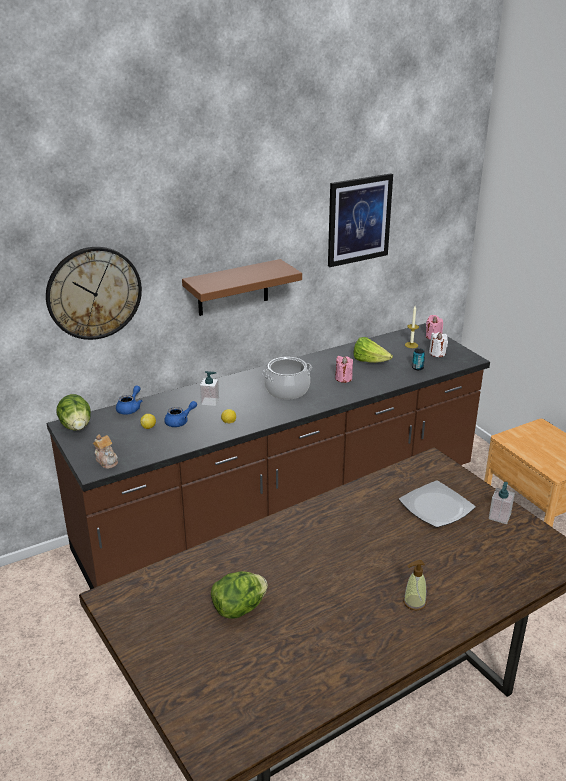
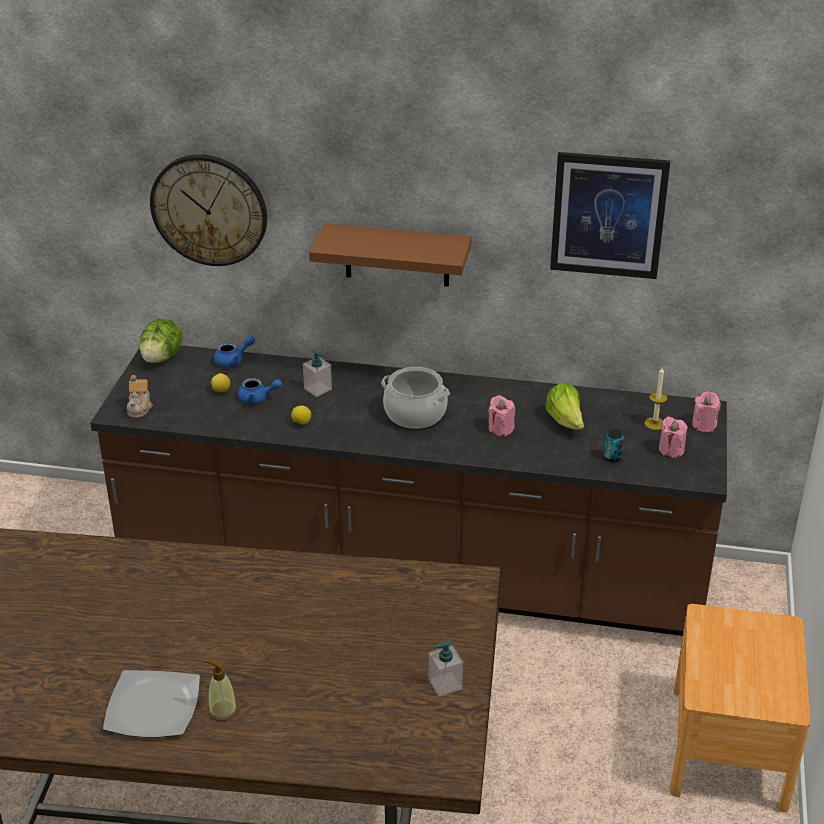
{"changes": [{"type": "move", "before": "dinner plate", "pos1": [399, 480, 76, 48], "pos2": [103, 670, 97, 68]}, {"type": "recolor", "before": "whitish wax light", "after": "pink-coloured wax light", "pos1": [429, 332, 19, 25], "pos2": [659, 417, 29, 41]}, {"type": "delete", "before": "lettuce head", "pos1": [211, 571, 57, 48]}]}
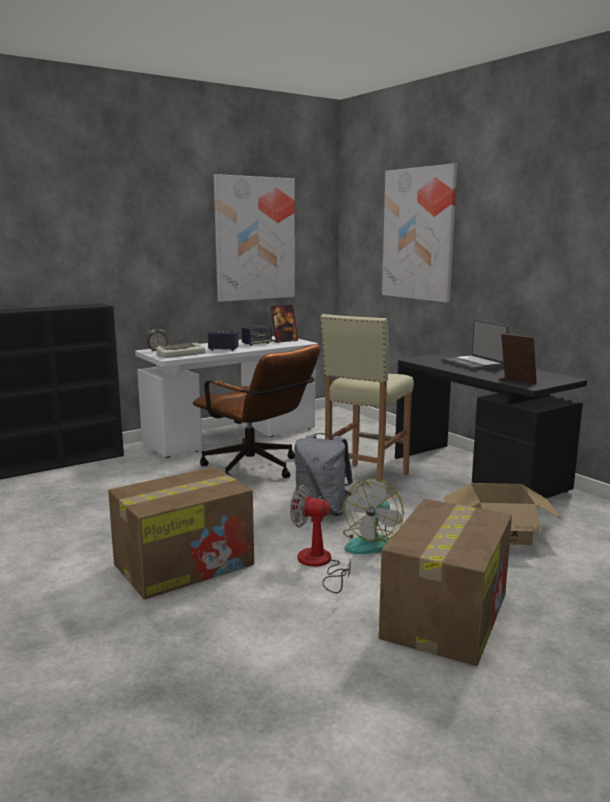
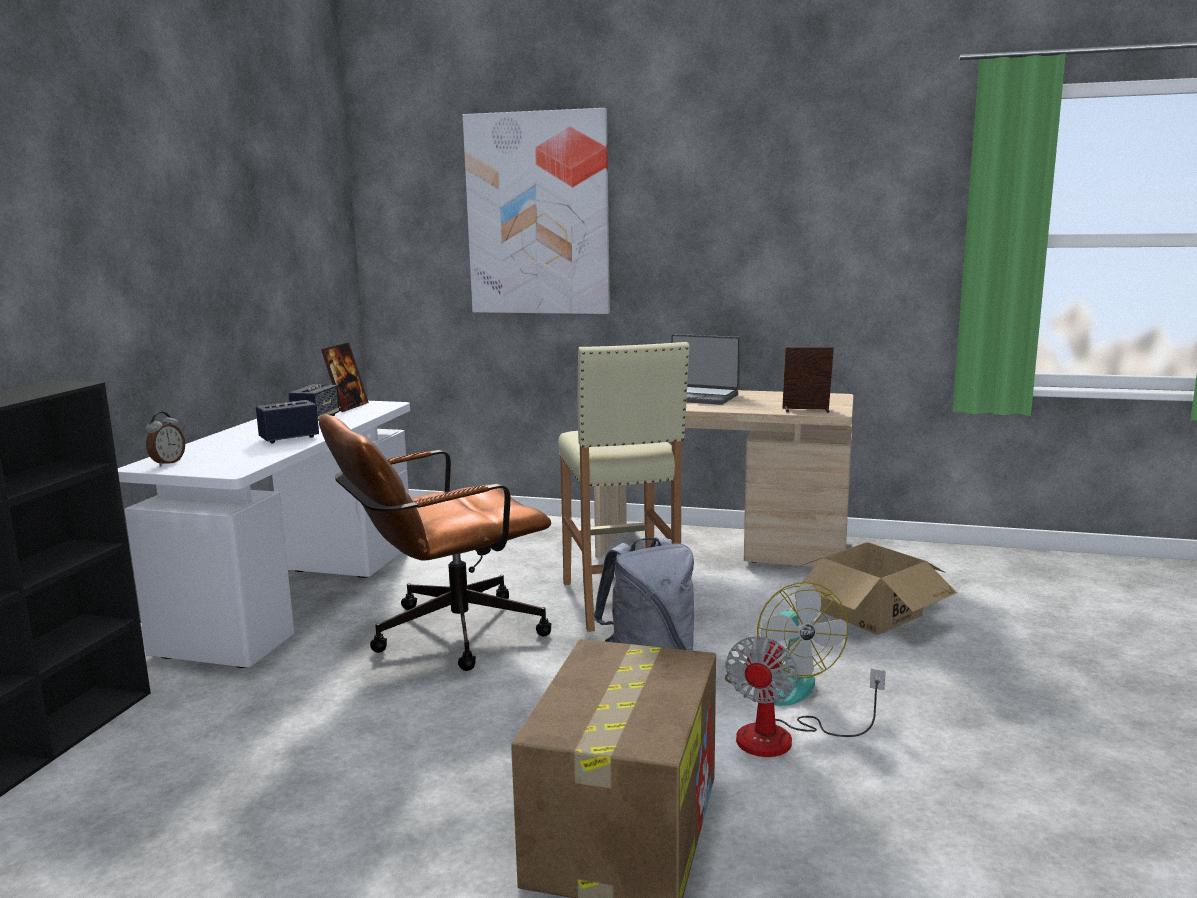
{"changes": [{"type": "rotate", "before": "brownish office chair", "pos1": [193, 345, 127, 133], "pos2": [319, 414, 232, 257], "turn": 150}, {"type": "recolor", "before": "blackish desk", "after": "beige-coloured desk", "pos1": [395, 352, 192, 147], "pos2": [594, 390, 260, 177]}, {"type": "rotate", "before": "cooling fan", "pos1": [290, 485, 61, 108], "pos2": [726, 636, 159, 121], "turn": -45}, {"type": "delete", "before": "computer keyboard", "pos1": [156, 343, 49, 15]}, {"type": "delete", "before": "picture", "pos1": [214, 174, 81, 128]}, {"type": "delete", "before": "cardboard box", "pos1": [379, 499, 133, 167]}]}
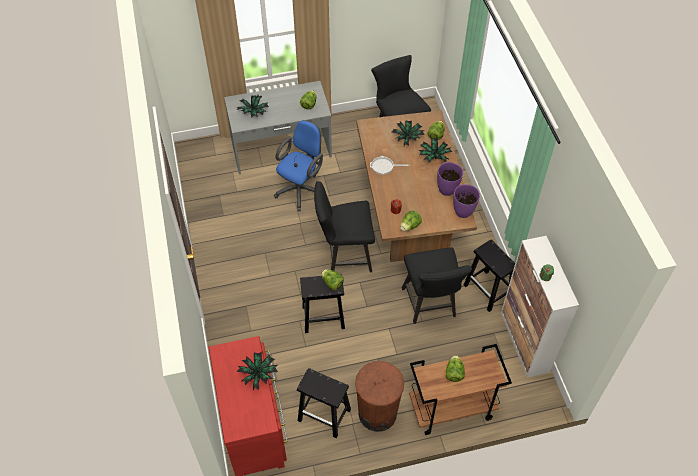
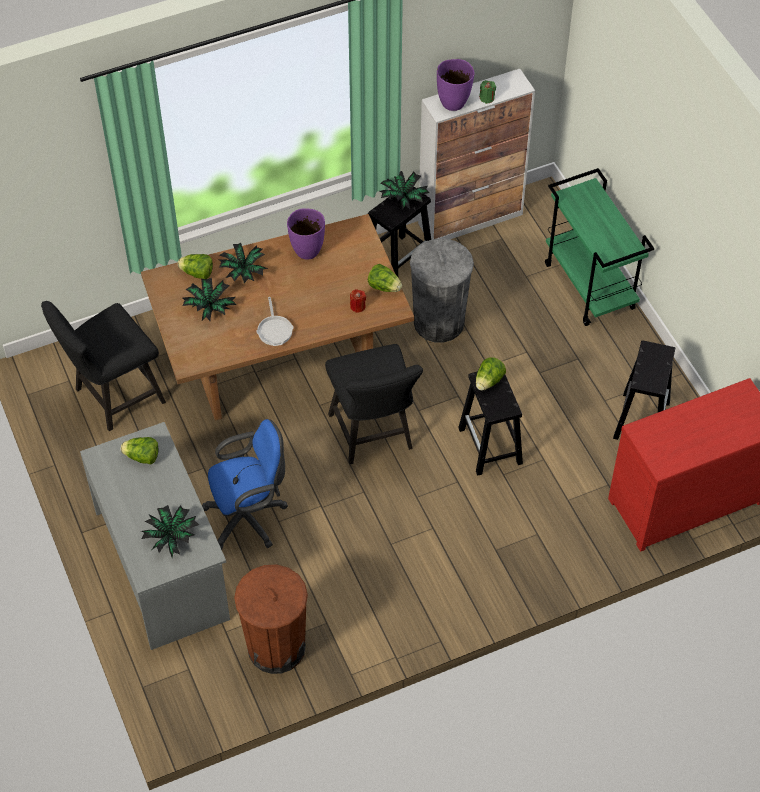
{"changes": [{"type": "rotate", "before": "blue-coloured office chair", "pos1": [274, 120, 49, 91], "pos2": [202, 419, 86, 131], "turn": 135}, {"type": "move", "before": "brownish trash can", "pos1": [355, 361, 49, 71], "pos2": [234, 565, 74, 109]}, {"type": "move", "before": "plant in a pot", "pos1": [237, 352, 41, 39], "pos2": [380, 171, 50, 39]}, {"type": "replace", "before": "blackish upright chair", "after": "gray trash can", "pos1": [402, 248, 70, 76], "pos2": [410, 239, 64, 103]}, {"type": "move", "before": "purplish decorative vase", "pos1": [453, 184, 27, 34], "pos2": [437, 59, 38, 52]}, {"type": "recolor", "before": "brownish wheeled cart", "after": "greenish wheeled cart", "pos1": [409, 344, 103, 91], "pos2": [545, 168, 109, 158]}, {"type": "delete", "before": "lettuce head", "pos1": [446, 355, 19, 27]}]}
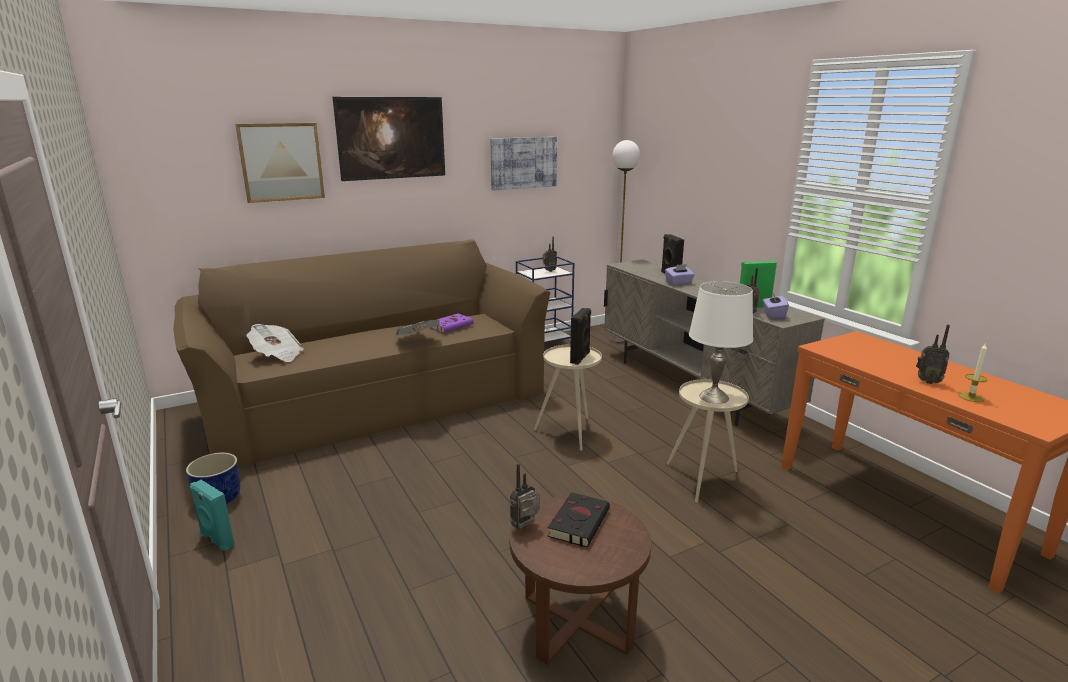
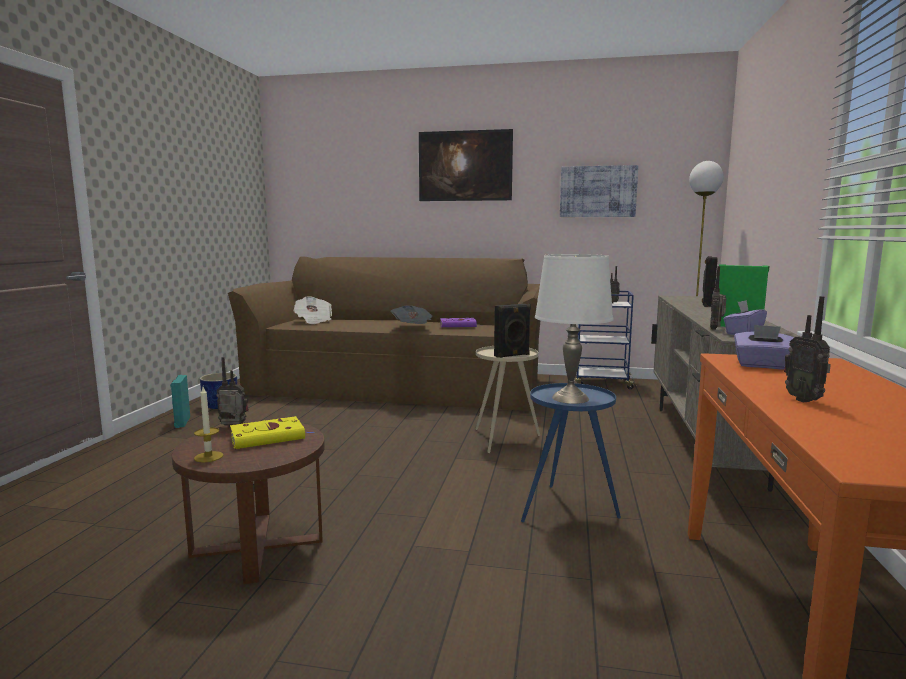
{"changes": [{"type": "move", "before": "wax light", "pos1": [958, 343, 30, 59], "pos2": [194, 387, 29, 76]}, {"type": "recolor", "before": "blackish book", "after": "yellow-coloured book", "pos1": [548, 492, 62, 55], "pos2": [230, 416, 84, 33]}, {"type": "recolor", "before": "beige-coloured end table", "after": "blue-coloured end table", "pos1": [667, 379, 82, 123], "pos2": [521, 383, 100, 139]}, {"type": "move", "before": "purplish tissue box", "pos1": [665, 264, 30, 21], "pos2": [734, 325, 60, 44]}, {"type": "delete", "before": "picture", "pos1": [235, 123, 90, 80]}]}
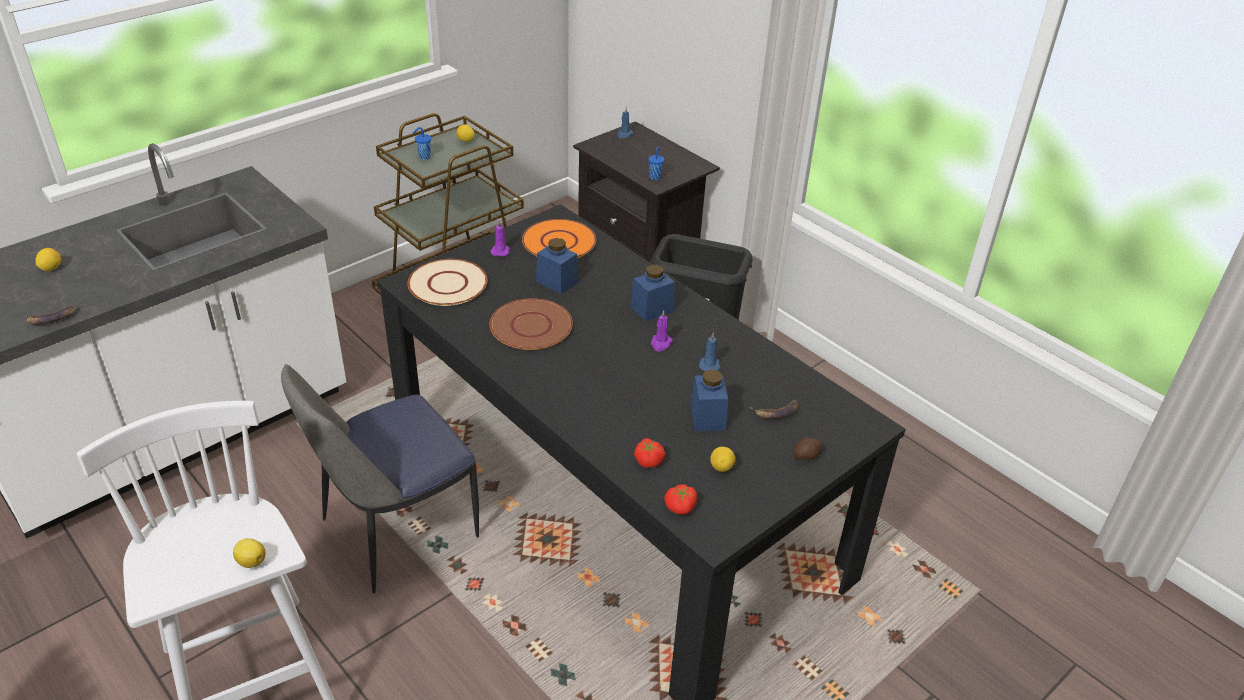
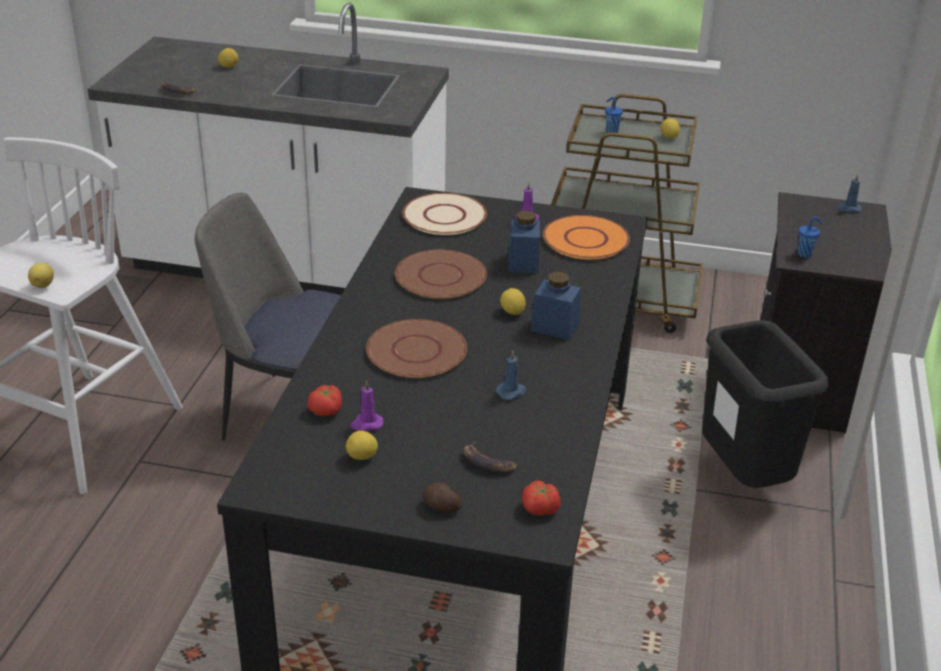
{"changes": [{"type": "move", "before": "purplish wax light", "pos1": [651, 310, 22, 41], "pos2": [350, 380, 33, 51]}, {"type": "insert", "after": "brownish dinner plate", "pos2": [366, 319, 101, 59]}, {"type": "insert", "after": "citrus fruit", "pos2": [500, 288, 26, 27]}, {"type": "move", "before": "whole tomato", "pos1": [664, 484, 33, 31], "pos2": [522, 480, 39, 36]}, {"type": "delete", "before": "blue-coloured jar", "pos1": [691, 369, 37, 62]}]}
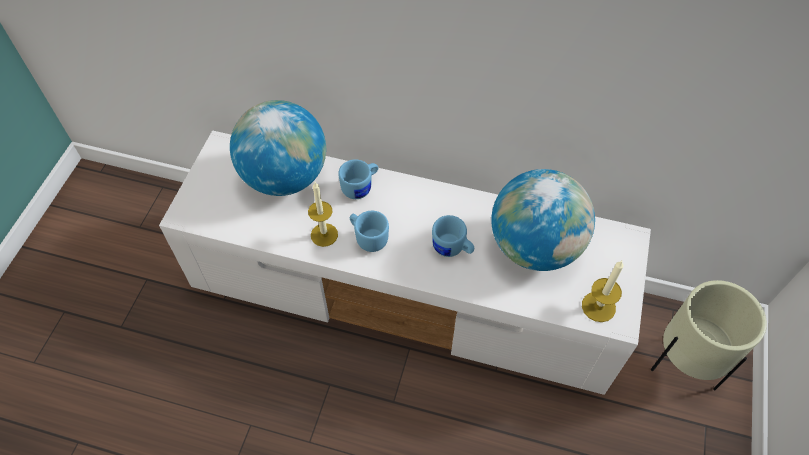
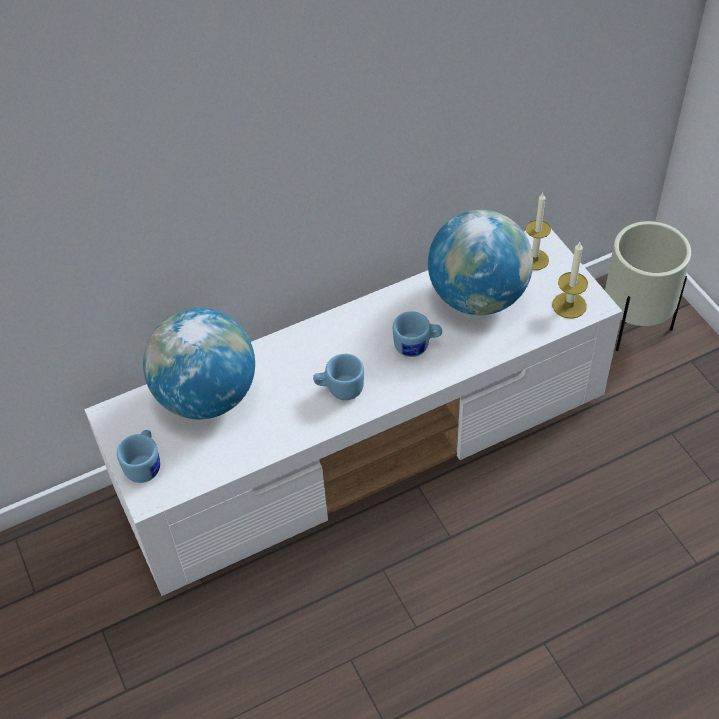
{"changes": [{"type": "move", "before": "blue-coloured mug", "pos1": [338, 159, 40, 40], "pos2": [117, 430, 43, 53]}, {"type": "move", "before": "wax light", "pos1": [308, 182, 30, 65], "pos2": [526, 193, 25, 77]}]}
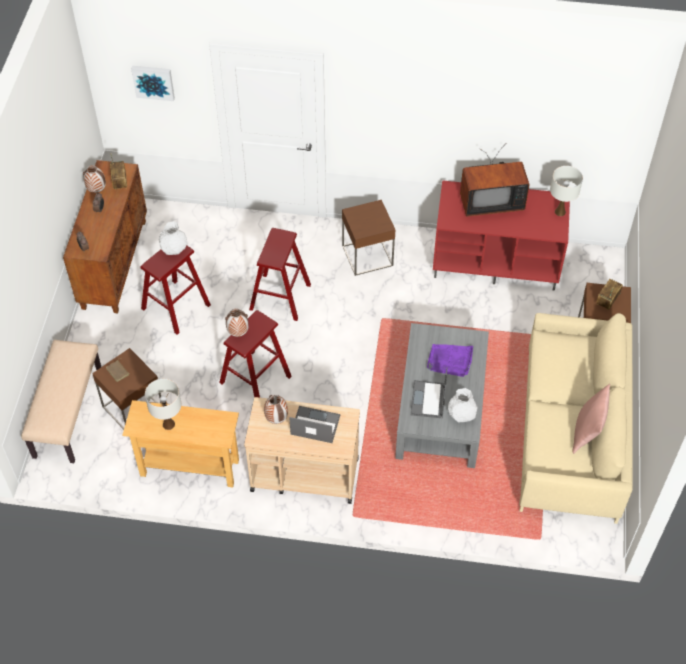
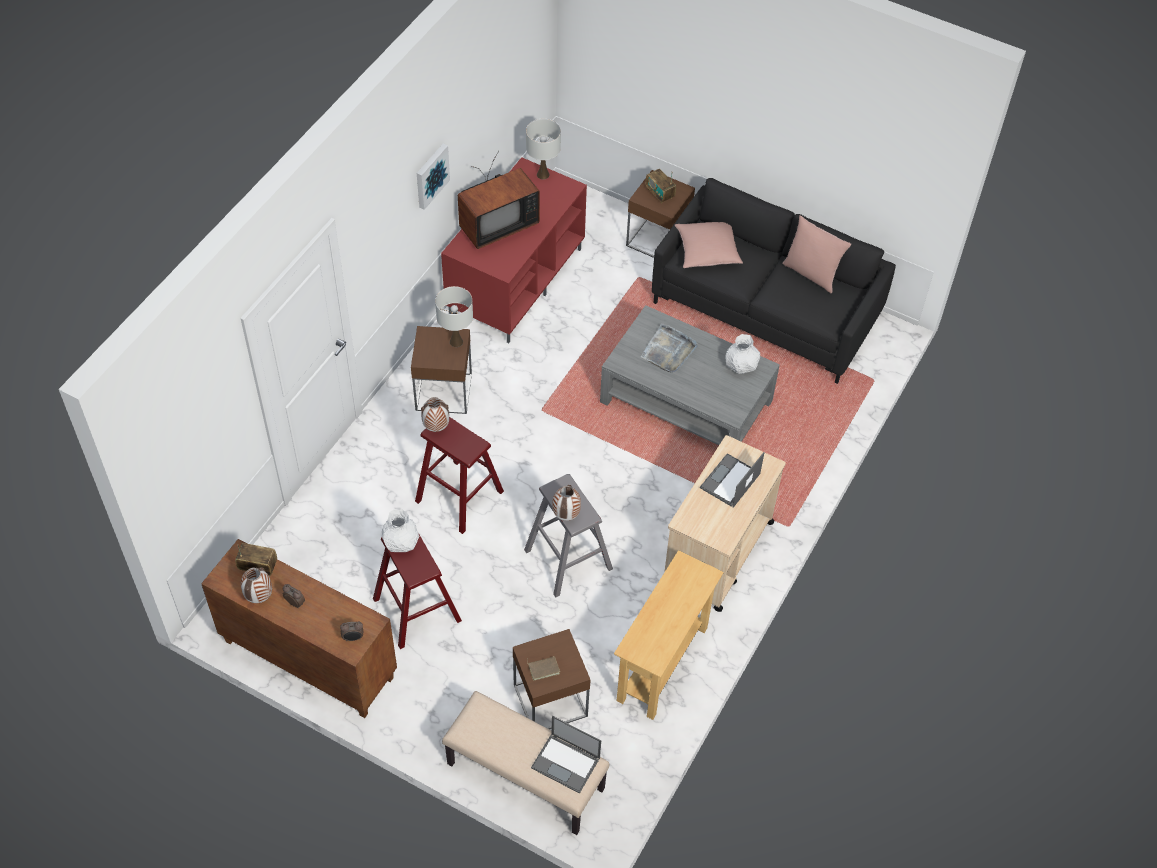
{"changes": [{"type": "move", "before": "picture", "pos1": [131, 66, 44, 35], "pos2": [417, 144, 33, 66]}, {"type": "move", "before": "decorative vase", "pos1": [264, 395, 24, 29], "pos2": [421, 397, 28, 35]}, {"type": "move", "before": "whitish lamp for a table", "pos1": [145, 379, 36, 51], "pos2": [435, 286, 38, 61]}, {"type": "rotate", "before": "TV set", "pos1": [460, 146, 69, 71], "pos2": [458, 151, 82, 98], "turn": 45}, {"type": "recolor", "before": "reddish stool seat", "after": "gray stool seat", "pos1": [219, 310, 73, 88], "pos2": [524, 474, 89, 123]}, {"type": "move", "before": "notebook computer", "pos1": [410, 368, 37, 50], "pos2": [531, 716, 70, 78]}, {"type": "recolor", "before": "purplish serving tray", "after": "gray serving tray", "pos1": [427, 344, 46, 33], "pos2": [641, 323, 56, 50]}, {"type": "recolor", "before": "beige-coloured couch", "after": "blackish couch", "pos1": [519, 313, 113, 211], "pos2": [652, 178, 244, 206]}, {"type": "insert", "after": "pink-coloured throw pillow", "pos2": [675, 222, 68, 46]}]}
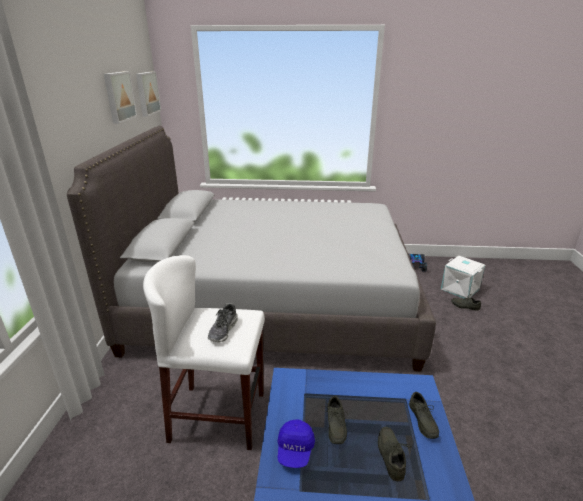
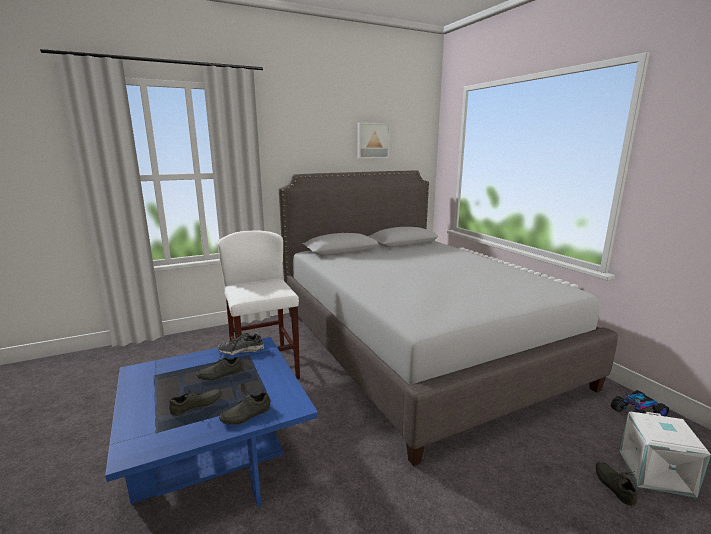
{"changes": [{"type": "move", "before": "shoe", "pos1": [208, 303, 30, 39], "pos2": [217, 332, 47, 23]}, {"type": "delete", "before": "picture", "pos1": [136, 71, 25, 45]}, {"type": "delete", "before": "blue-coloured peaked cap", "pos1": [277, 419, 38, 49]}]}
